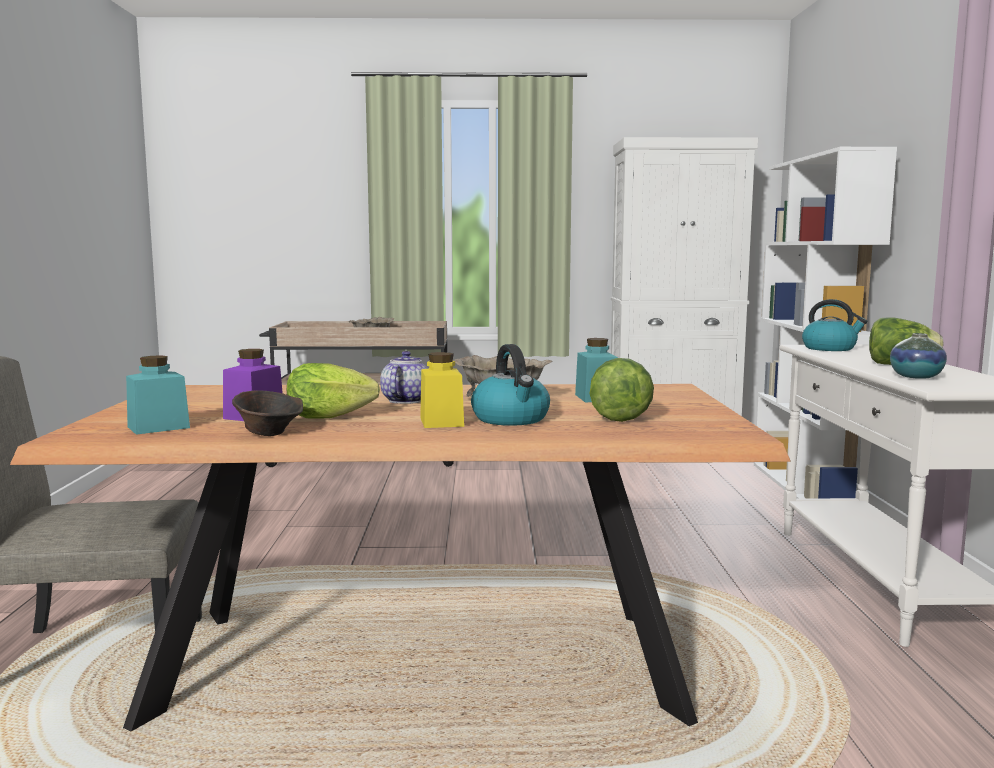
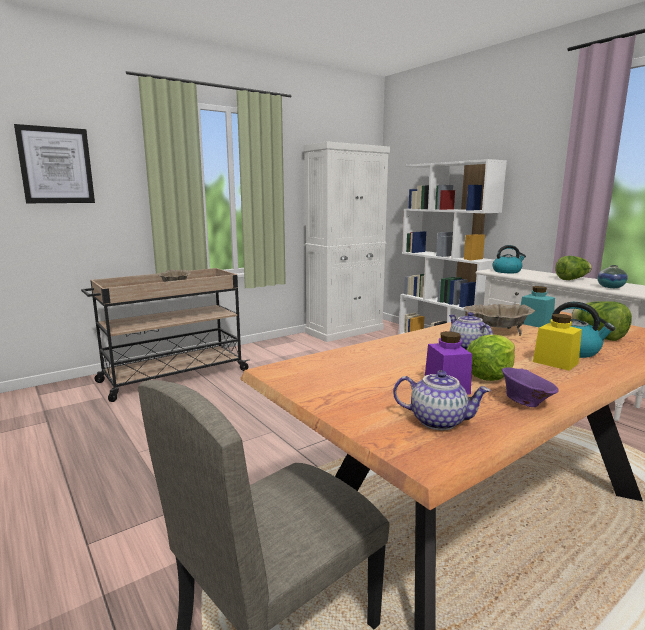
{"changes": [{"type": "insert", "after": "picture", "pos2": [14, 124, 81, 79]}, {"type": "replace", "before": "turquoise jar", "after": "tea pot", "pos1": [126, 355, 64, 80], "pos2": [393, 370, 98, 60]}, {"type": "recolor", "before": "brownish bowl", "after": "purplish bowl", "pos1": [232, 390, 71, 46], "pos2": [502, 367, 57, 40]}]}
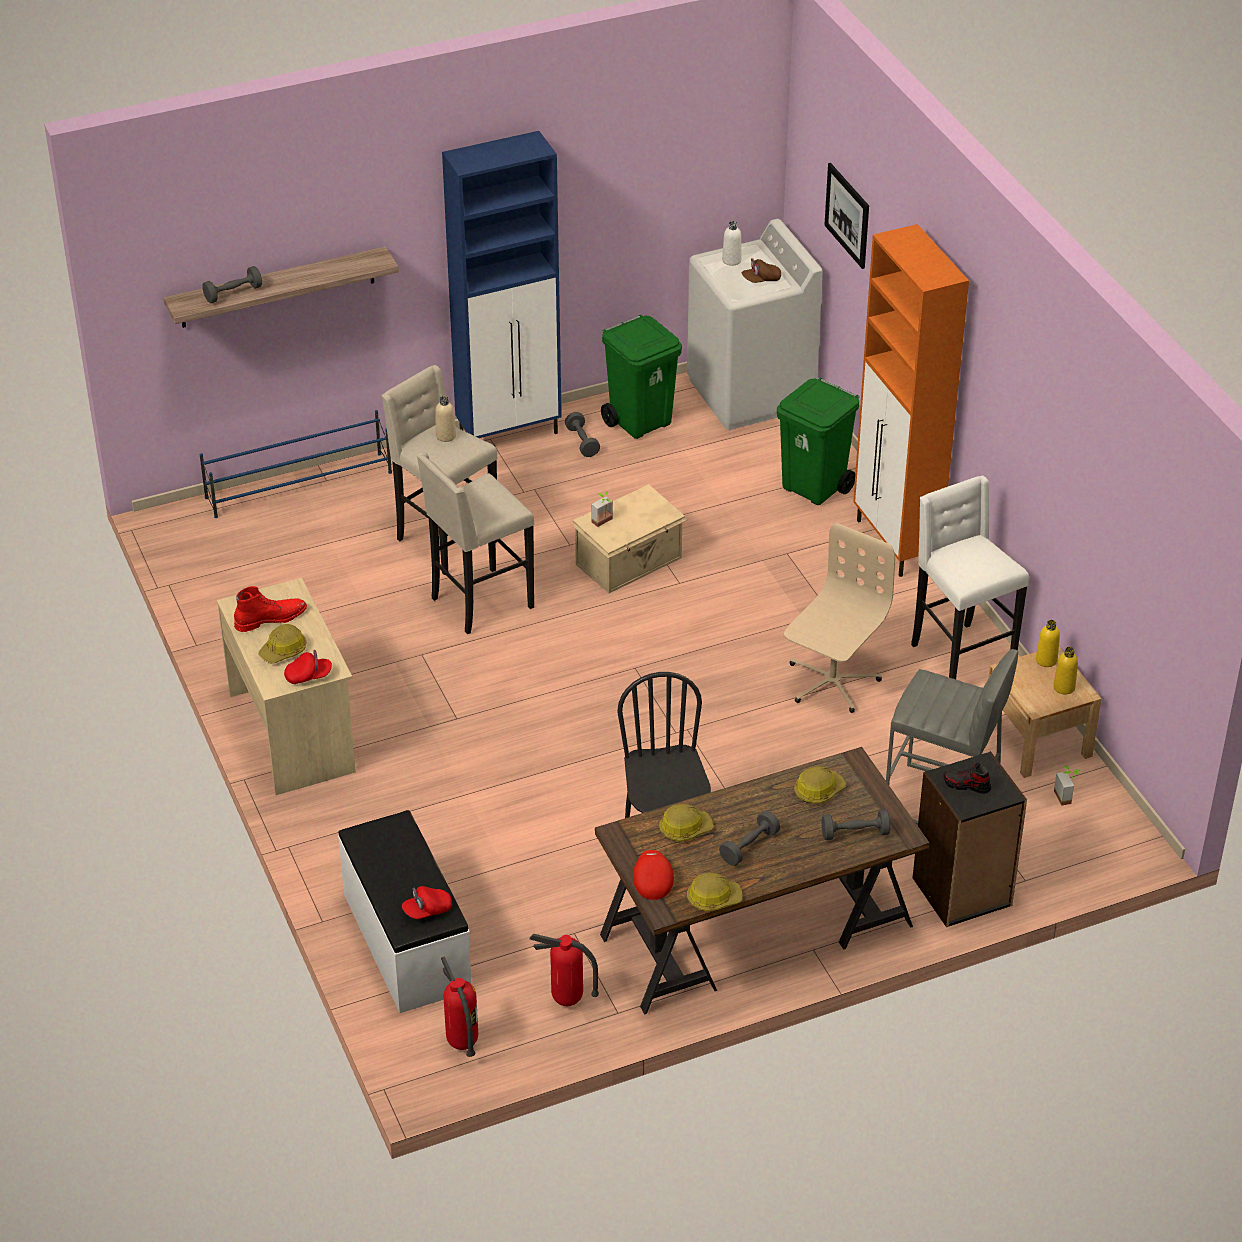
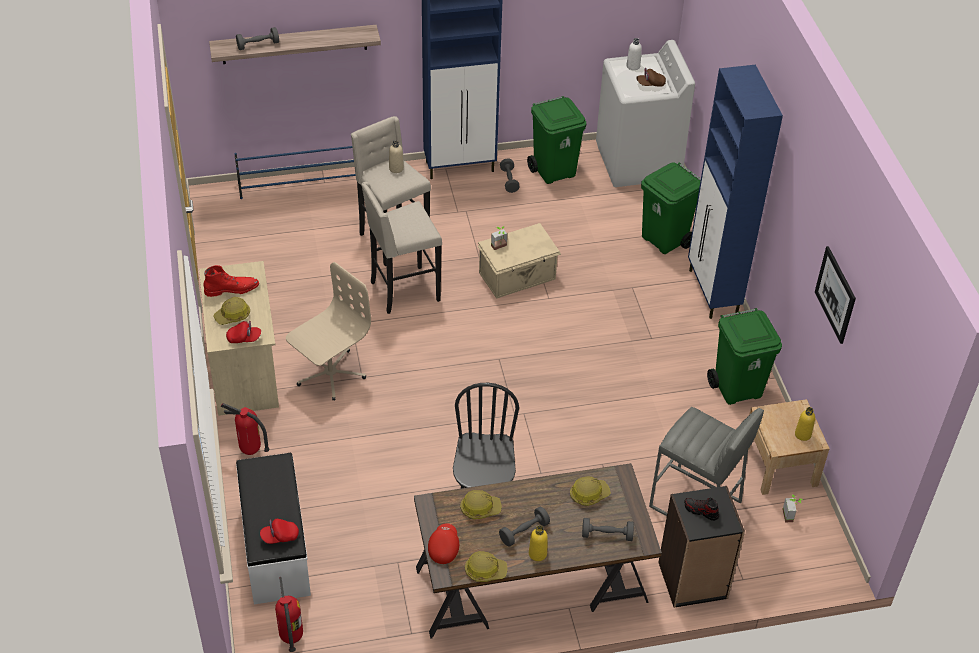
{"changes": [{"type": "move", "before": "fire extinguisher", "pos1": [530, 934, 69, 72], "pos2": [221, 403, 48, 52]}, {"type": "move", "before": "beige-coloured office chair", "pos1": [784, 523, 111, 190], "pos2": [286, 262, 85, 138]}, {"type": "move", "before": "yellow-coloured bottle", "pos1": [1036, 620, 24, 47], "pos2": [529, 526, 19, 35]}, {"type": "recolor", "before": "orange-coloured cabinet", "after": "blue-coloured cabinet", "pos1": [853, 224, 116, 353], "pos2": [688, 65, 95, 254]}, {"type": "replace", "before": "whitish stool seat", "after": "greenish trash can", "pos1": [911, 476, 118, 203], "pos2": [707, 308, 75, 97]}, {"type": "move", "before": "picture", "pos1": [824, 163, 45, 106], "pos2": [815, 246, 41, 98]}]}
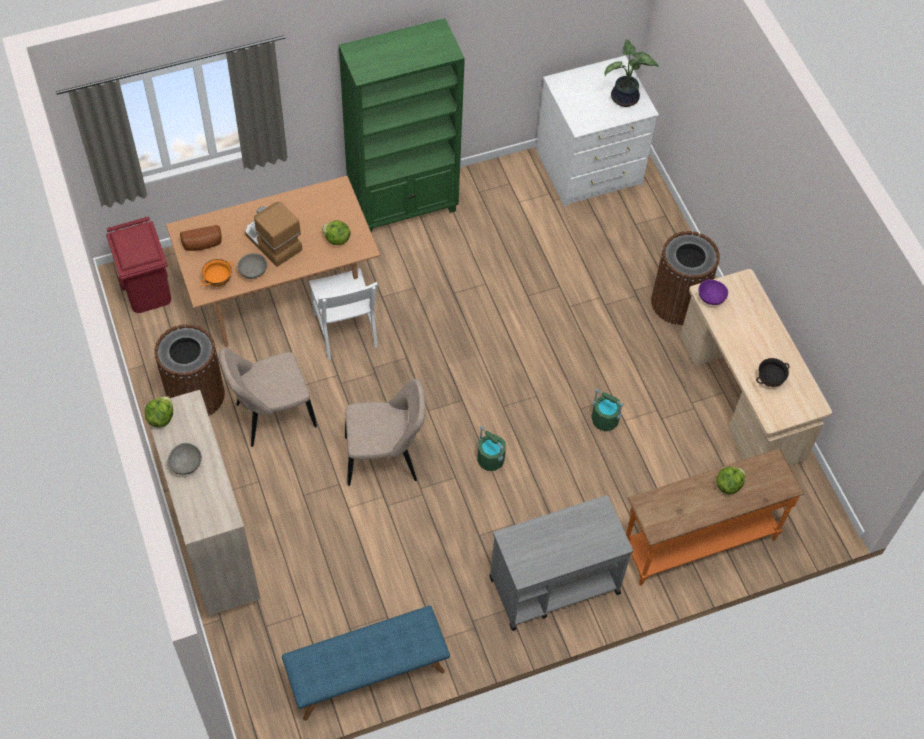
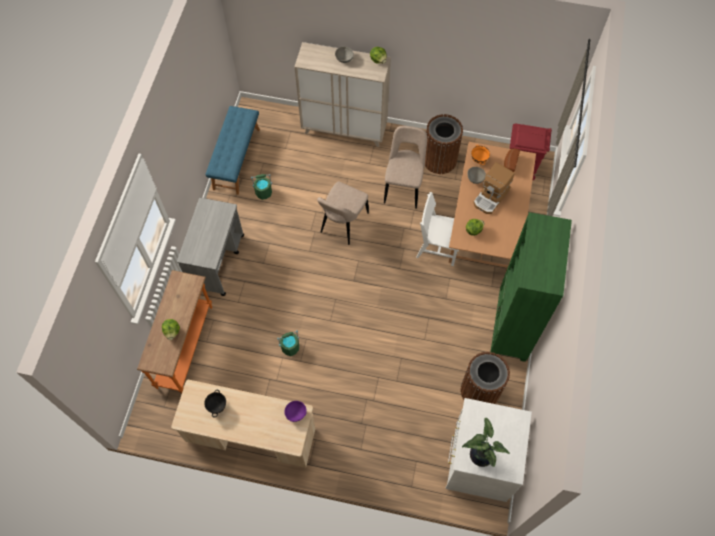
{"changes": [{"type": "move", "before": "greenish pail", "pos1": [477, 426, 29, 45], "pos2": [251, 174, 21, 26]}, {"type": "move", "before": "brownish trash can", "pos1": [651, 231, 69, 94], "pos2": [460, 352, 50, 52]}, {"type": "rotate", "before": "coffee brewer", "pos1": [245, 202, 57, 65], "pos2": [473, 162, 42, 52], "turn": 135}]}
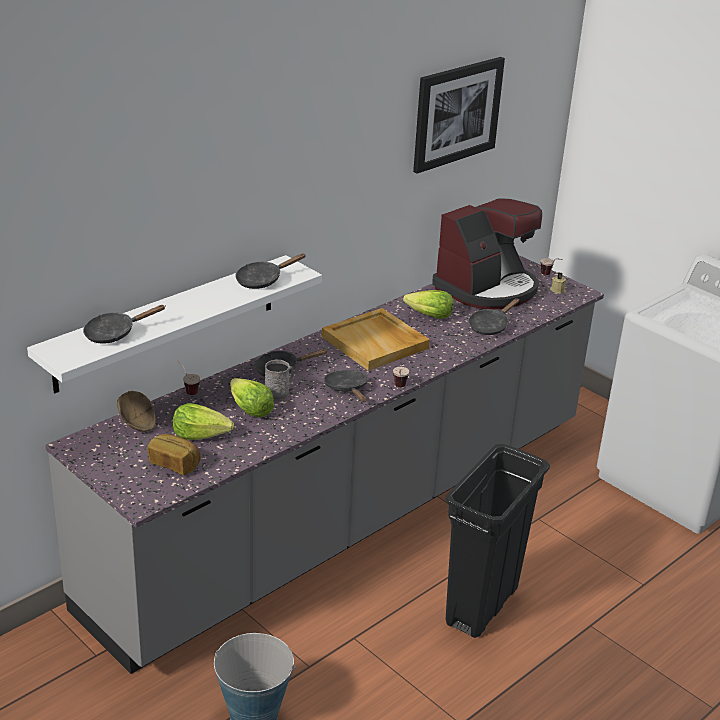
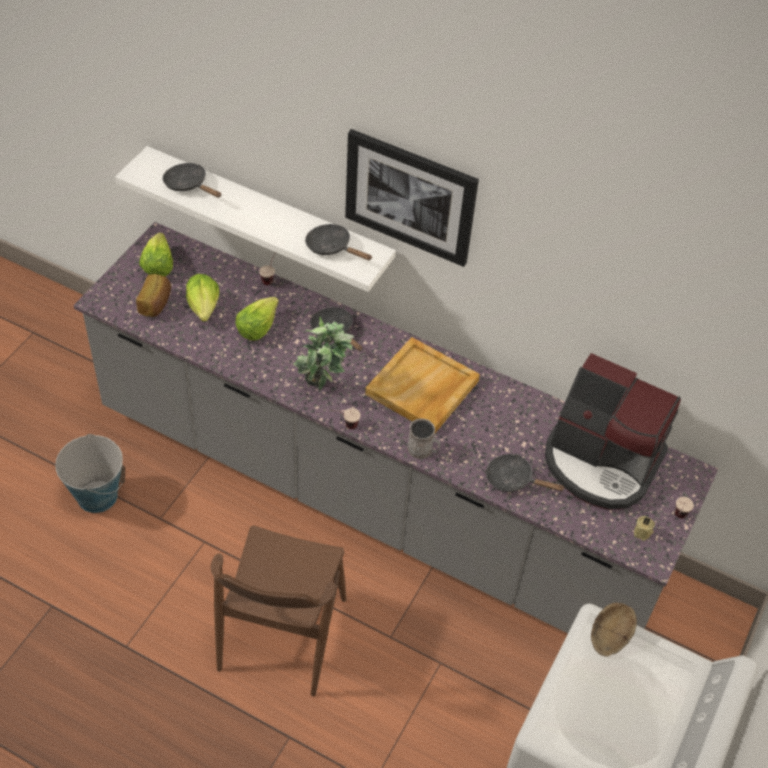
{"changes": [{"type": "move", "before": "lettuce head", "pos1": [403, 290, 51, 29], "pos2": [139, 233, 34, 44]}, {"type": "replace", "before": "blackish trash can", "after": "brownish upright chair", "pos1": [445, 444, 105, 194], "pos2": [210, 525, 136, 172]}, {"type": "replace", "before": "blackish skillet", "after": "plant in a pot", "pos1": [324, 370, 44, 32], "pos2": [293, 317, 61, 73]}, {"type": "move", "before": "picture", "pos1": [413, 57, 92, 117], "pos2": [345, 129, 134, 138]}, {"type": "move", "before": "gray mug", "pos1": [265, 360, 29, 40], "pos2": [408, 418, 33, 41]}, {"type": "move", "before": "brownish bowl", "pos1": [117, 391, 39, 41], "pos2": [591, 602, 46, 54]}]}
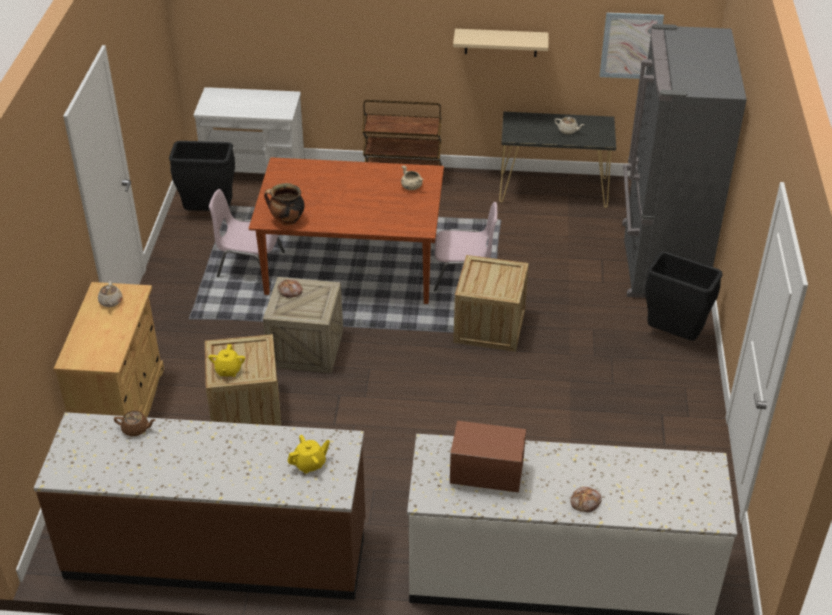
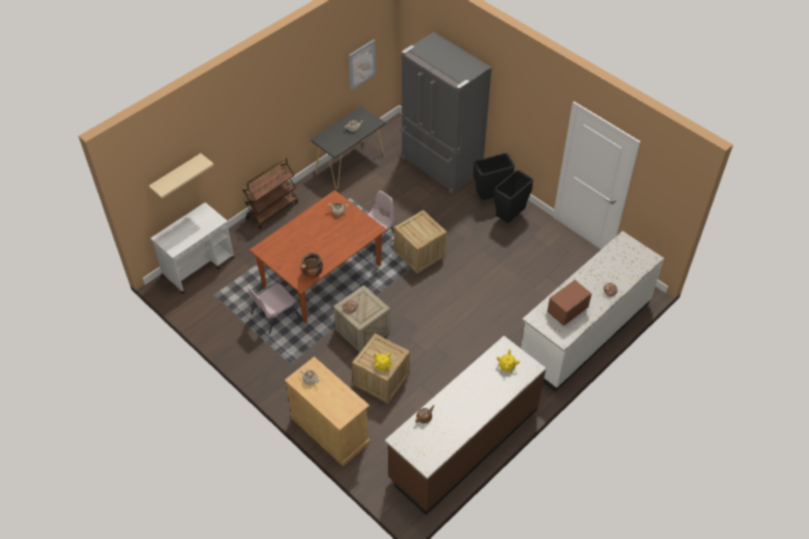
{"changes": [{"type": "move", "before": "beige-coloured shelf", "pos1": [453, 29, 96, 28], "pos2": [149, 153, 65, 45]}, {"type": "move", "before": "blackish trash can", "pos1": [169, 141, 66, 73], "pos2": [494, 170, 39, 53]}]}
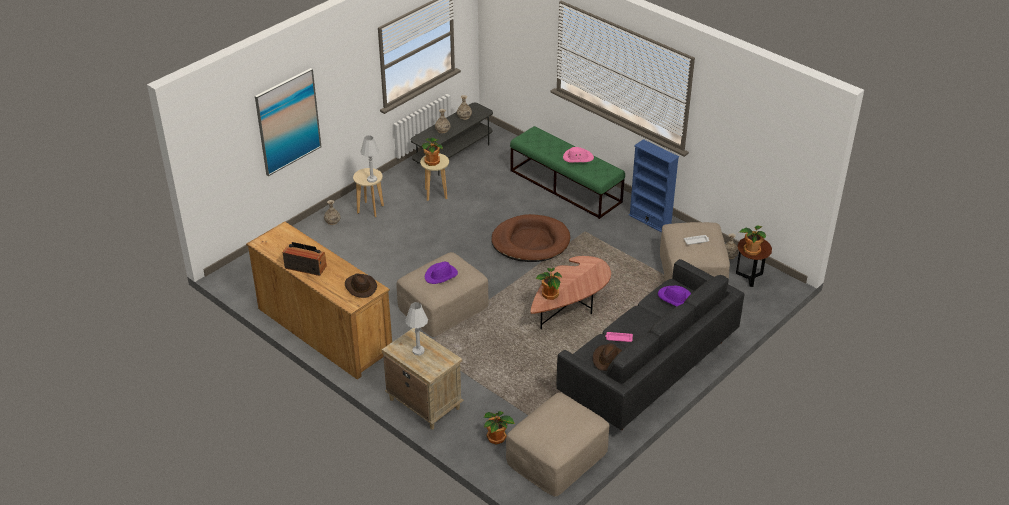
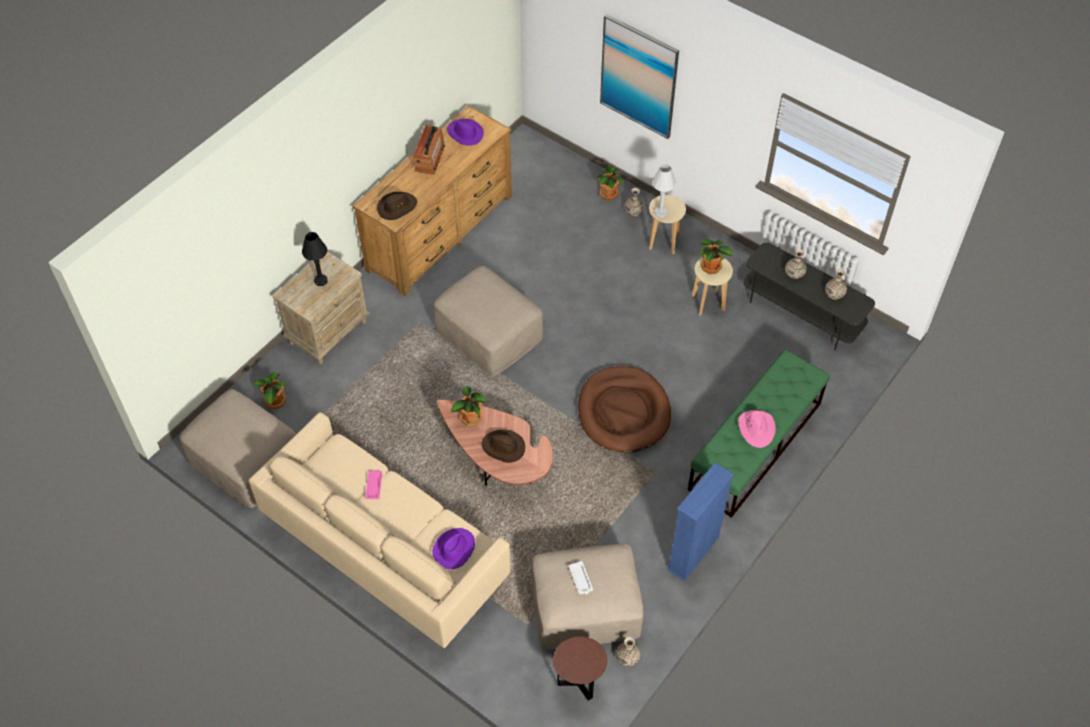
{"changes": [{"type": "recolor", "before": "blackish couch", "after": "beige-coloured couch", "pos1": [556, 259, 189, 171], "pos2": [248, 412, 263, 236]}, {"type": "recolor", "before": "whitish lamp for a table", "after": "blackish lamp for a table", "pos1": [405, 302, 23, 54], "pos2": [302, 232, 26, 54]}, {"type": "move", "before": "purplish wearable hat", "pos1": [425, 262, 33, 22], "pos2": [447, 119, 37, 27]}, {"type": "move", "before": "brownish wearable hat", "pos1": [593, 343, 29, 28], "pos2": [482, 429, 43, 34]}, {"type": "move", "before": "plant in a pot", "pos1": [740, 225, 26, 31], "pos2": [597, 166, 27, 35]}]}
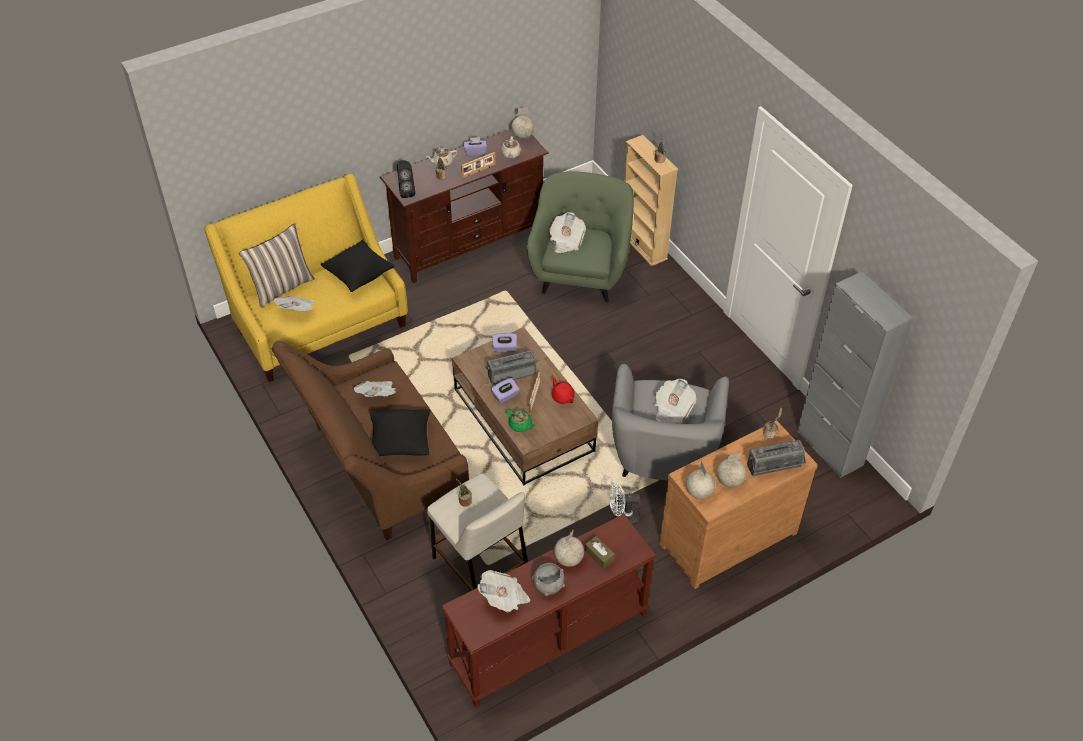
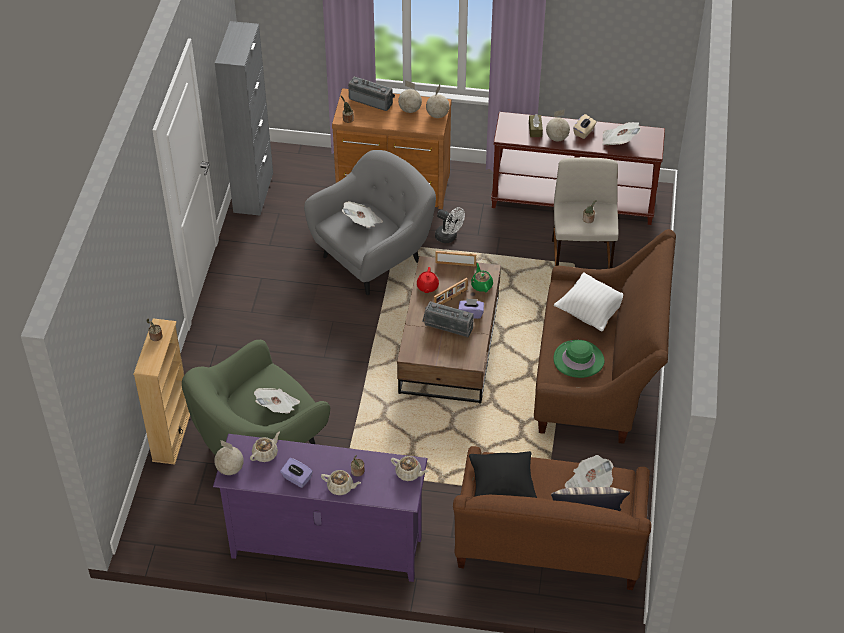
{"changes": [{"type": "recolor", "before": "brownish tv stand", "after": "purplish tv stand", "pos1": [380, 129, 169, 154], "pos2": [213, 434, 215, 148]}, {"type": "replace", "before": "blackish loudspeaker", "after": "beige-coloured tea pot", "pos1": [397, 160, 18, 38], "pos2": [391, 456, 38, 25]}, {"type": "move", "before": "photo frame", "pos1": [461, 152, 35, 26], "pos2": [435, 251, 41, 16]}, {"type": "recolor", "before": "yellow-coloured couch", "after": "brownish couch", "pos1": [204, 174, 204, 208], "pos2": [453, 446, 199, 144]}, {"type": "replace", "before": "daily paper", "after": "greenish wearable hat", "pos1": [354, 381, 42, 16], "pos2": [553, 340, 52, 38]}, {"type": "recolor", "before": "blackish throw pillow", "after": "whitish throw pillow", "pos1": [370, 409, 60, 47], "pos2": [554, 273, 69, 59]}, {"type": "replace", "before": "gray bowl", "after": "beige-coloured tissue box", "pos1": [532, 563, 33, 33], "pos2": [573, 114, 23, 25]}, {"type": "delete", "before": "purplish tissue box", "pos1": [492, 333, 25, 20]}]}
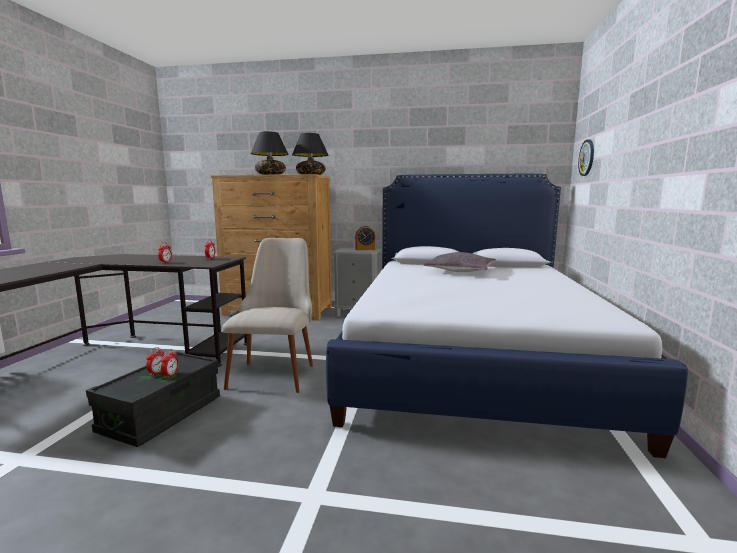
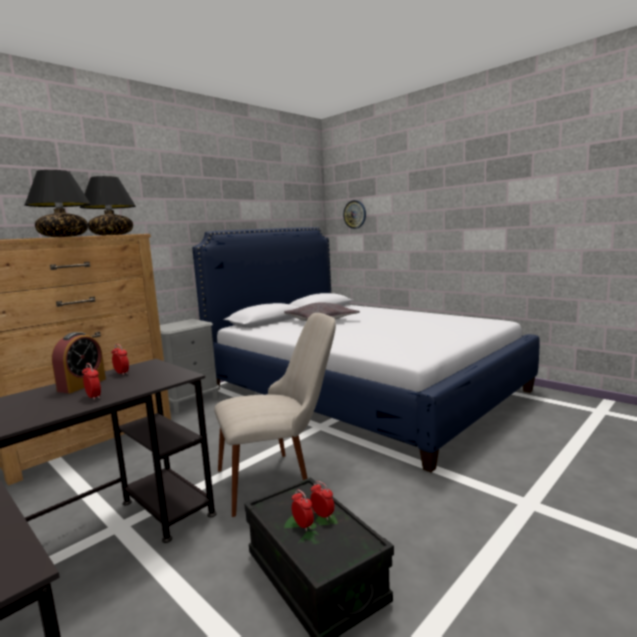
{"changes": [{"type": "move", "before": "bedside clock", "pos1": [355, 225, 21, 25], "pos2": [52, 332, 54, 61]}, {"type": "rotate", "before": "beige-coloured upright chair", "pos1": [222, 238, 91, 155], "pos2": [214, 313, 122, 204], "turn": 120}]}
